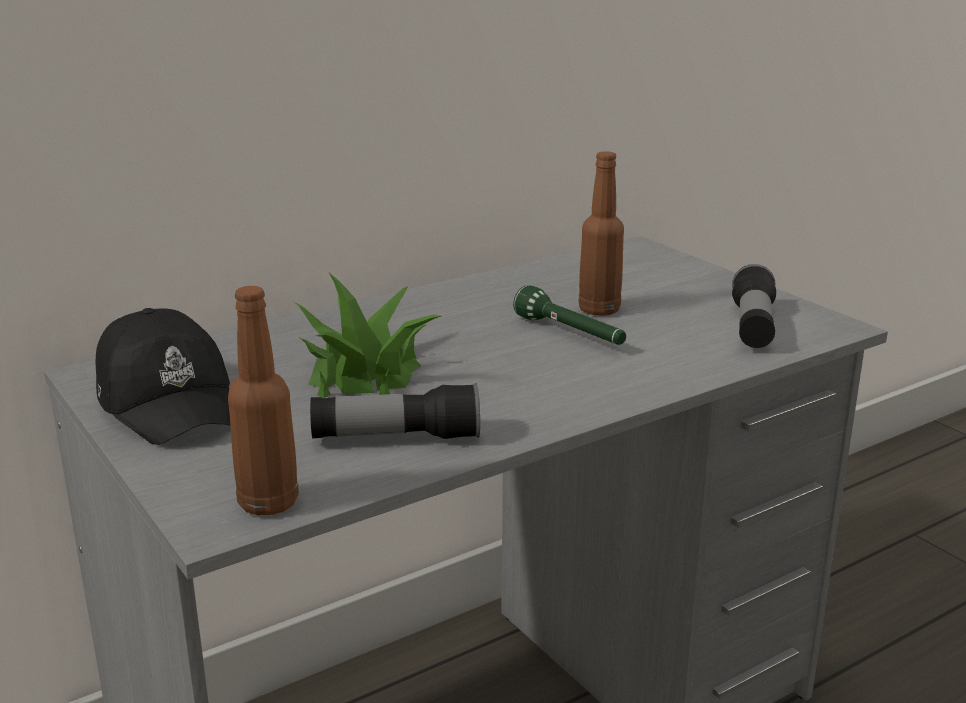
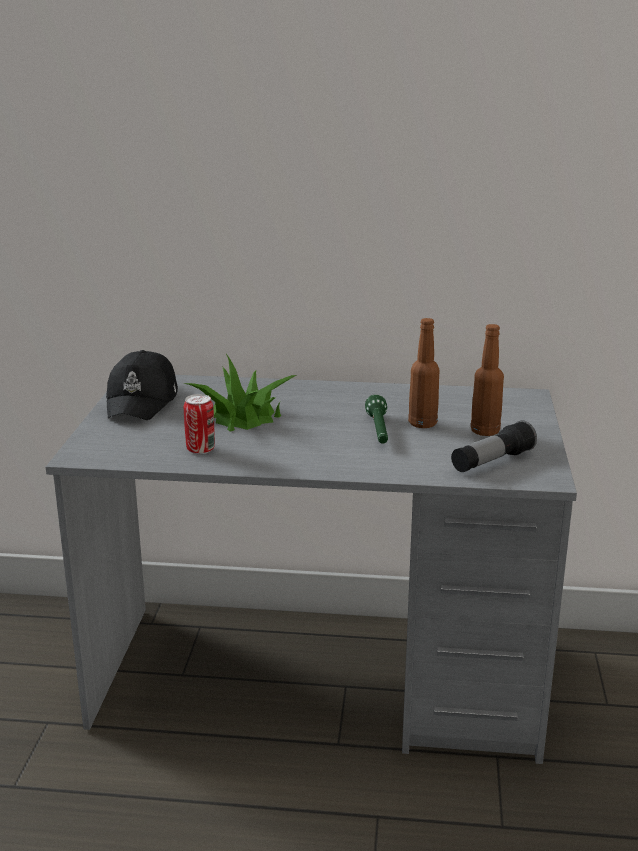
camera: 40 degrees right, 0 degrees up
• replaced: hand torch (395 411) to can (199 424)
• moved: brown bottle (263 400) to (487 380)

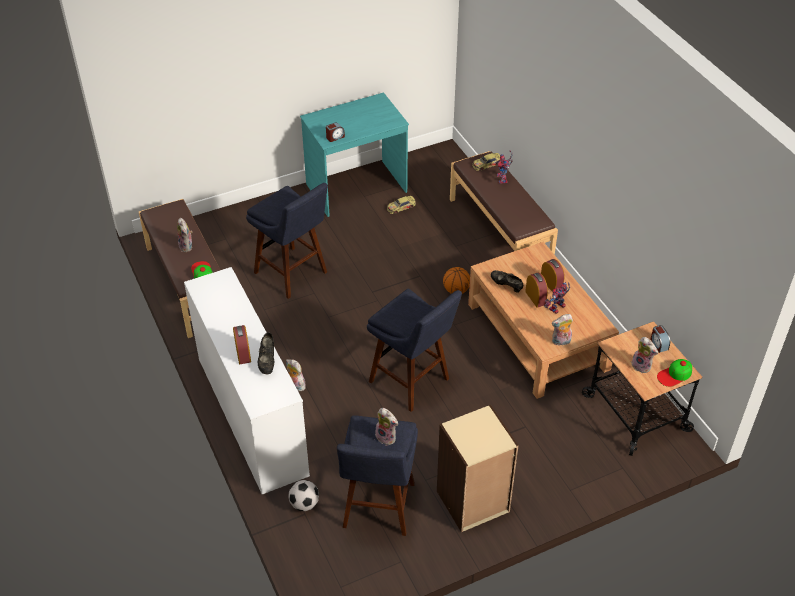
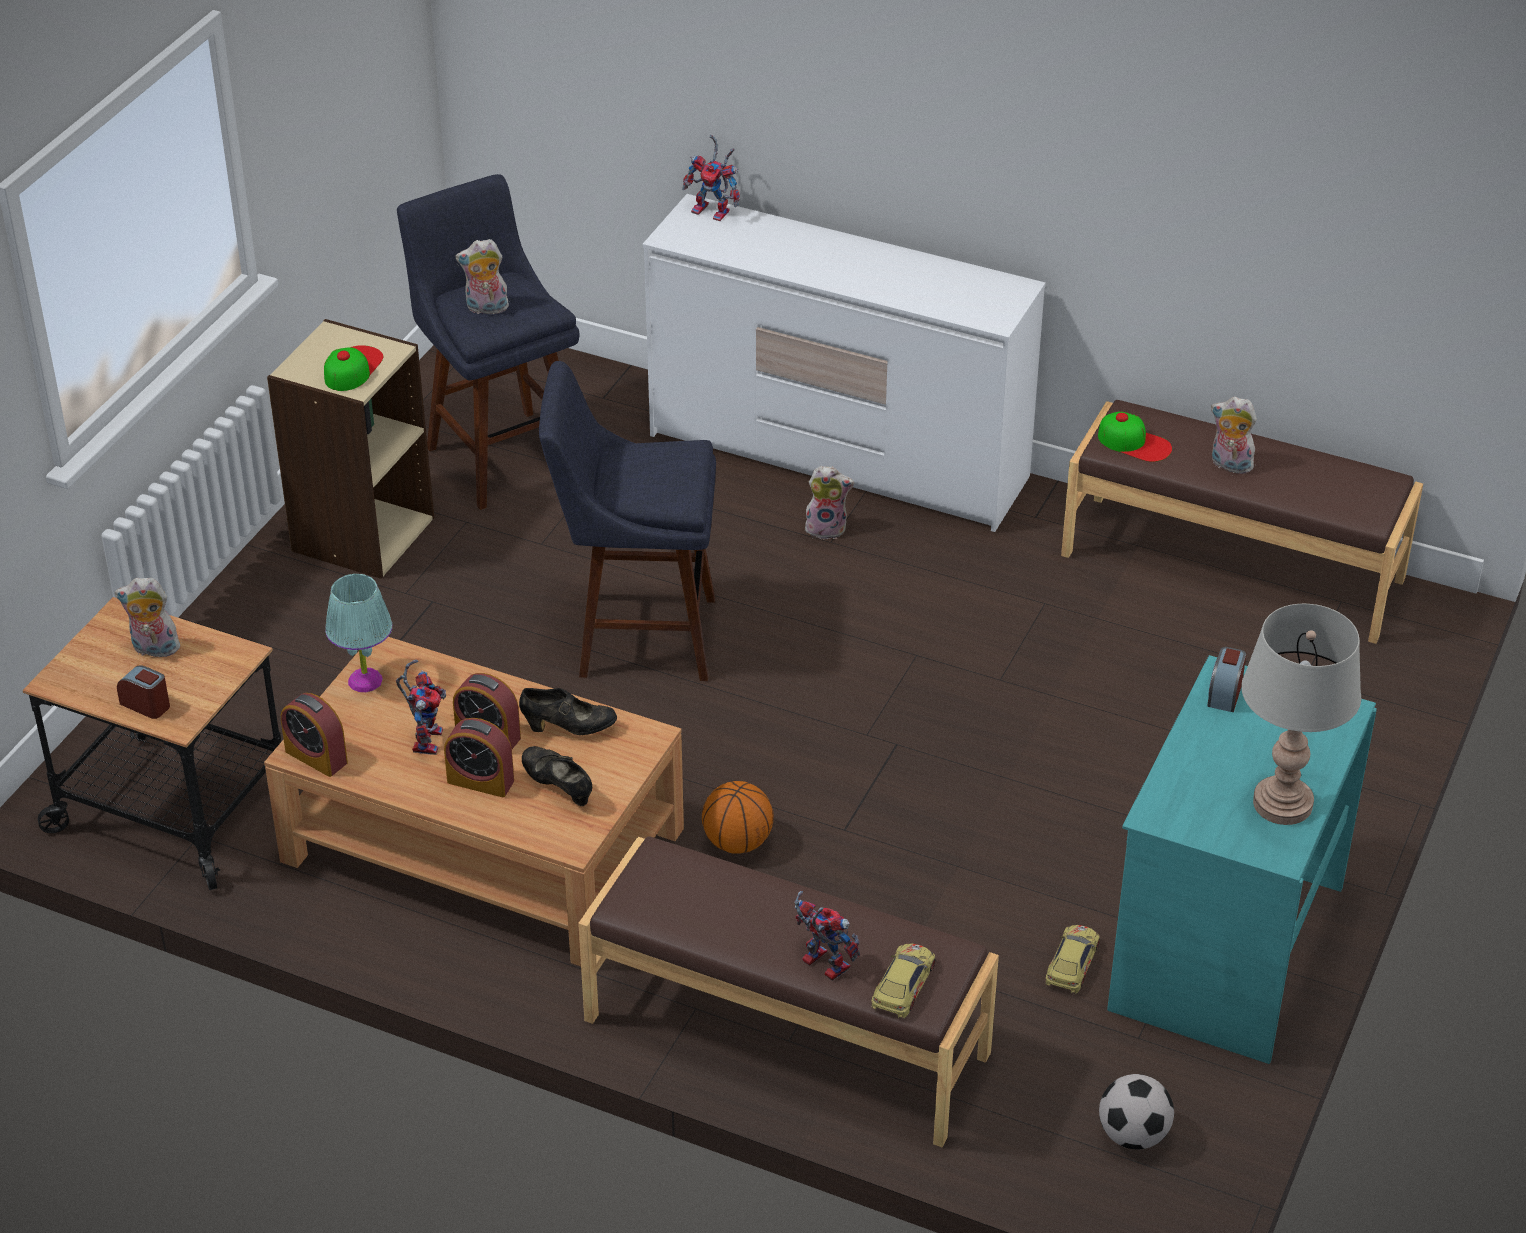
camera: 140 degrees right, 5 degrees down
• moved: table clock (242 344) to (314 735)
• moved: cap (674 373) to (353 368)
• replaced: cuddly toy (562 330) to blue-green lamp for a table (359 633)
• moved: black-coloured item of footwear (266 353) to (557 776)
• added: robot figure (711 178)
• moved: ball for football (304 495) to (1136 1112)
• added: gray lamp for a table (1301 714)
• removed: blue-coloured stool seat (287 241)

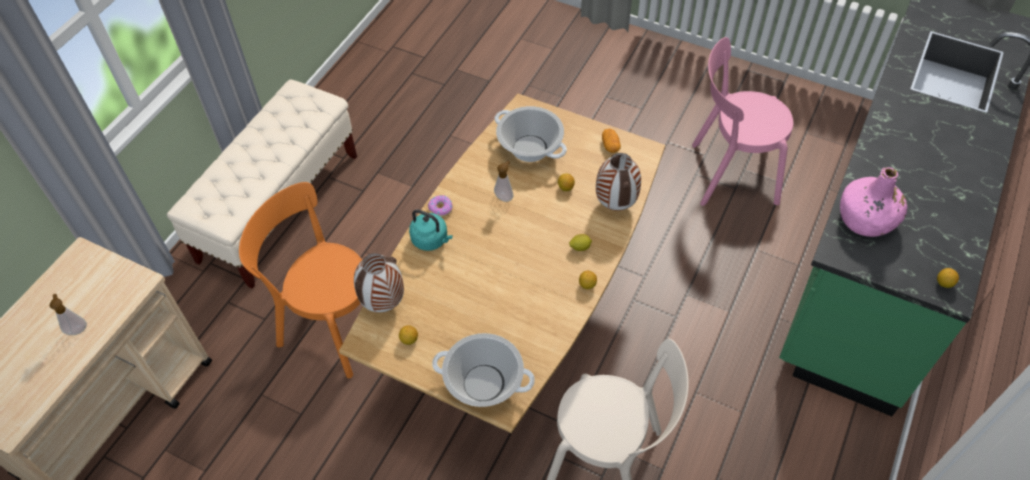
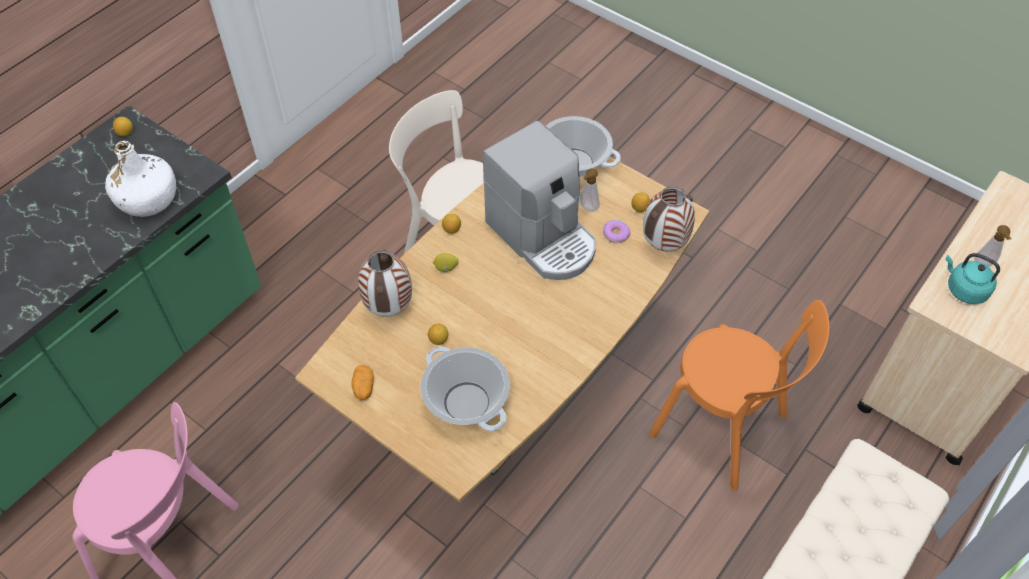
camera: 170 degrees left, 0 degrees up
• recoloured: pinkish bottle (873 202) to whitish bottle (140 179)
• added: coffee brewer (539 200)
• moved: soap bottle (503 181) to (589 190)
• moved: ring doughnut (440 206) to (616 231)
• moved: blue-green tea kettle (431 230) to (972 278)

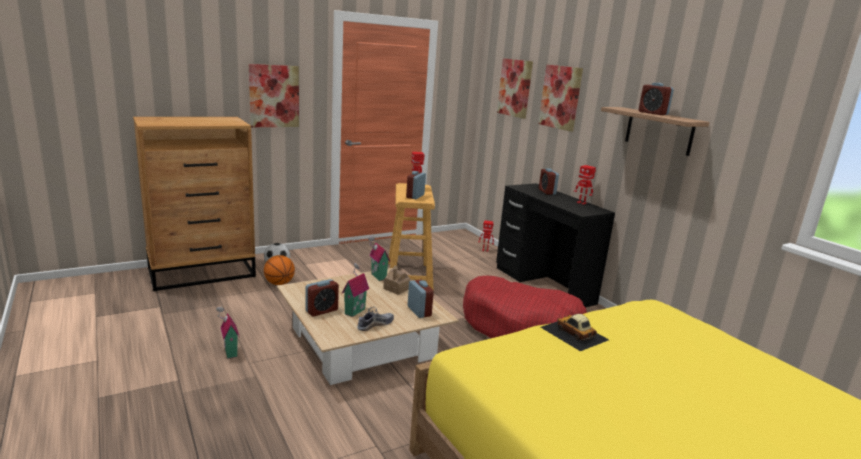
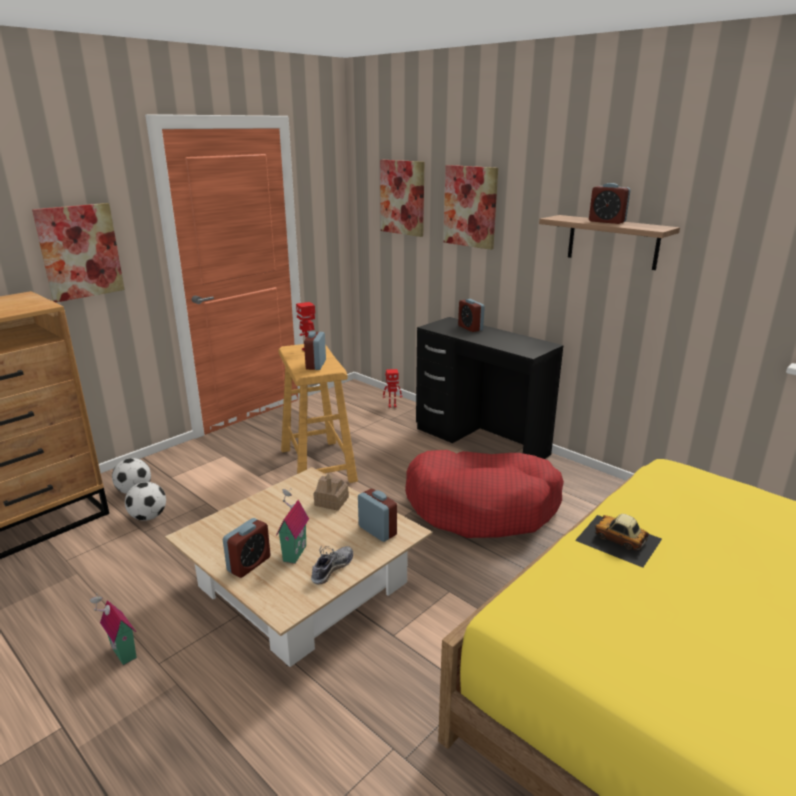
camera: 15 degrees left, 5 degrees up
• replaced: basketball (279 270) to ball for football (145 501)
• removed: miniature house (379 258)
• removed: robot figure (585 185)

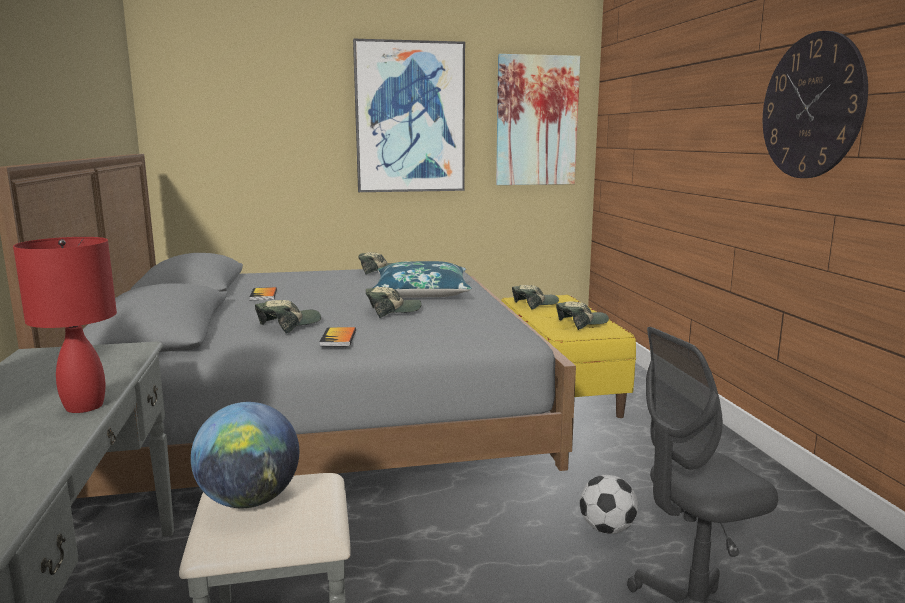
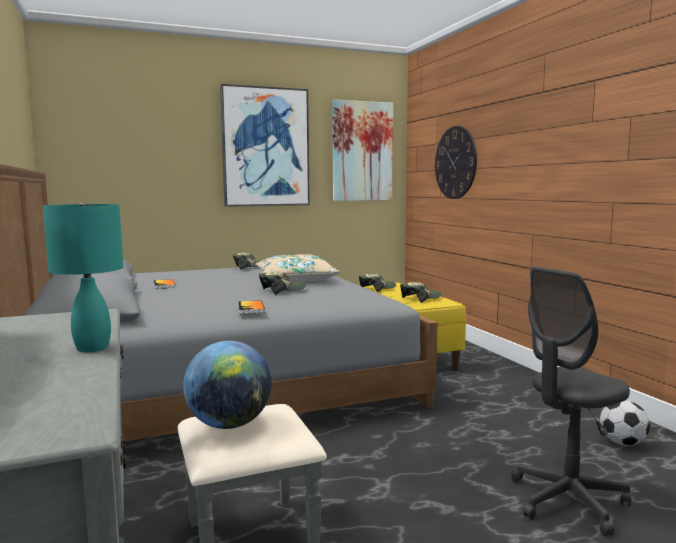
camera: 10 degrees left, 5 degrees down
• recoloured: red lamp for a table (65 325) to blue-green lamp for a table (83 277)
• recoloured: blue-coloured throw pillow (422 279) to beige-coloured throw pillow (298 268)
• moved: clock on the wall (815 104) to (456 162)
• moved: ball for football (608 504) to (625 423)
• removed: cap (288 317)

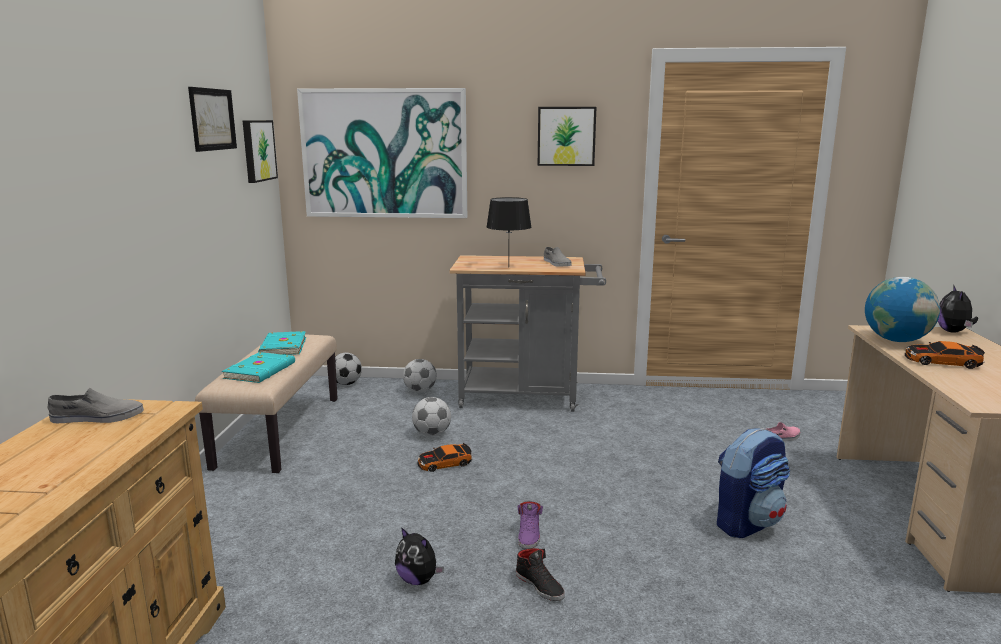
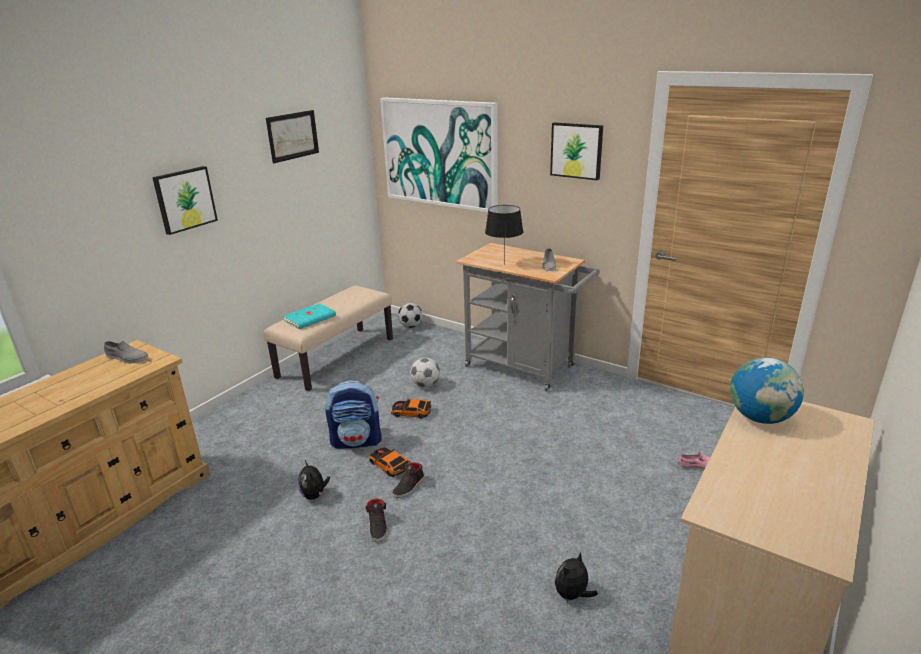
camera: 30 degrees right, 10 degrees up
• moved: wall art (260 151) to (185 200)
• moved: backpack (753 483) to (354 414)
• moved: model car (945 355) to (390 462)
• recoloured: purple-coloured item of footwear (530 525) to black-coloured item of footwear (408 480)
• moved: cuddly toy (958 309) to (576 577)
• removed: blue-green book (282 343)
• removed: ball for football (420 376)

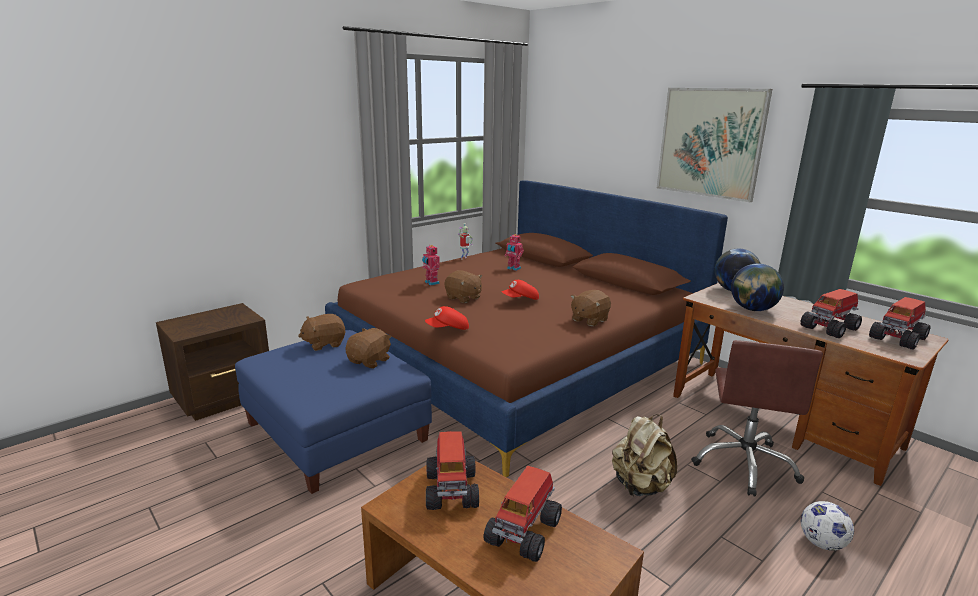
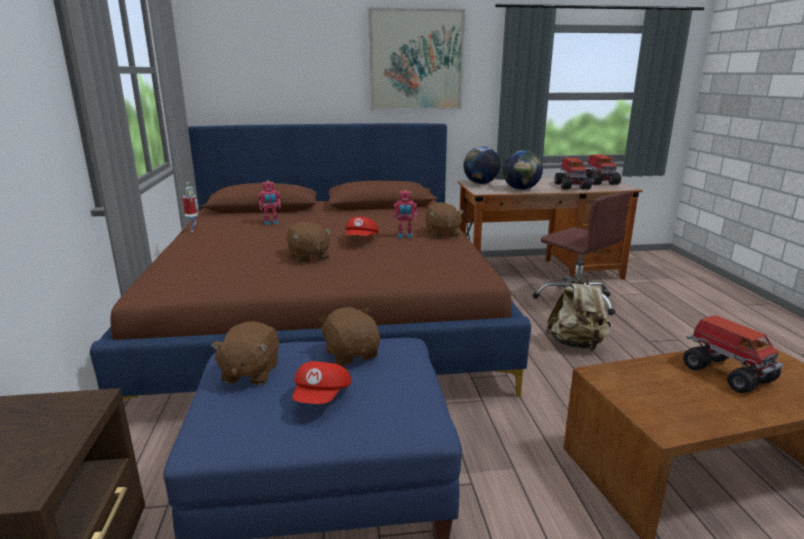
camera: 55 degrees left, 0 degrees up
• turned: brown cuddly toy (463 286) = (309 242) 75 degrees clockwise
• moved: red cap (447 318) to (322 382)
• moved: robot figure (431 265) to (405 214)
• removed: toy truck (452 470)
• removed: ball for football (827 526)

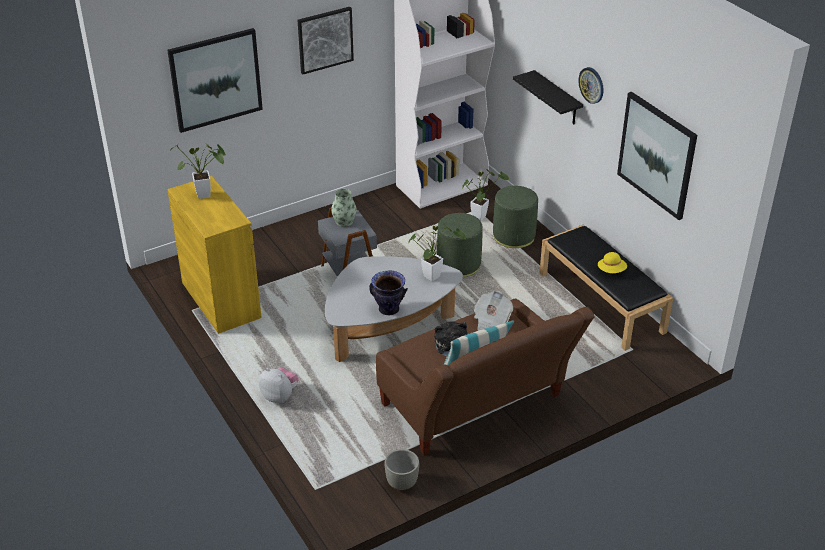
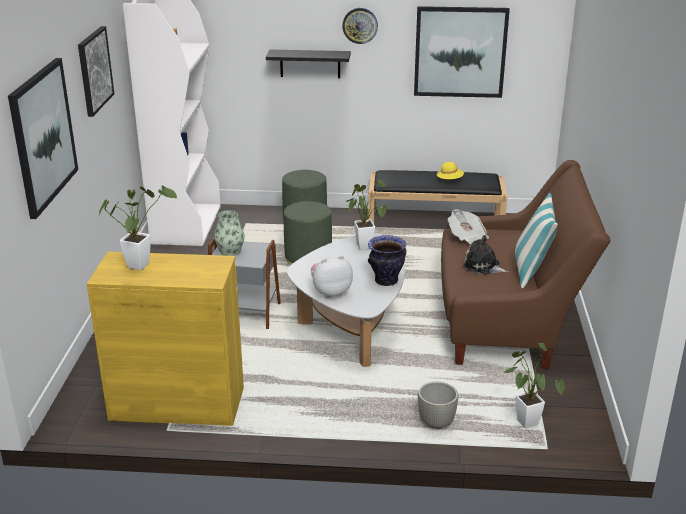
camera: 55 degrees left, 10 degrees down
• moved: cuddly toy (279 385) to (332 277)
• moved: gray planter (401 469) to (438 405)
• moved: plant in a pot (485 195) to (534 385)

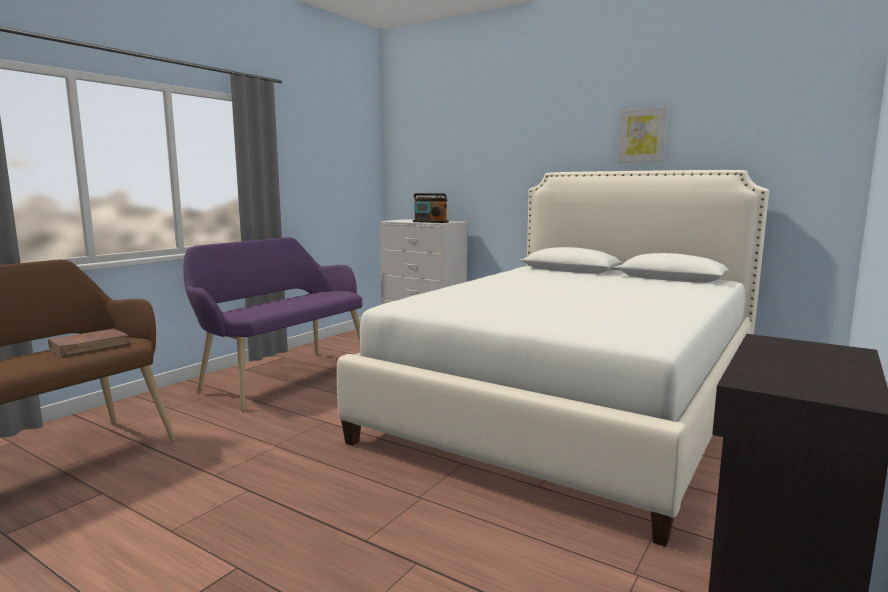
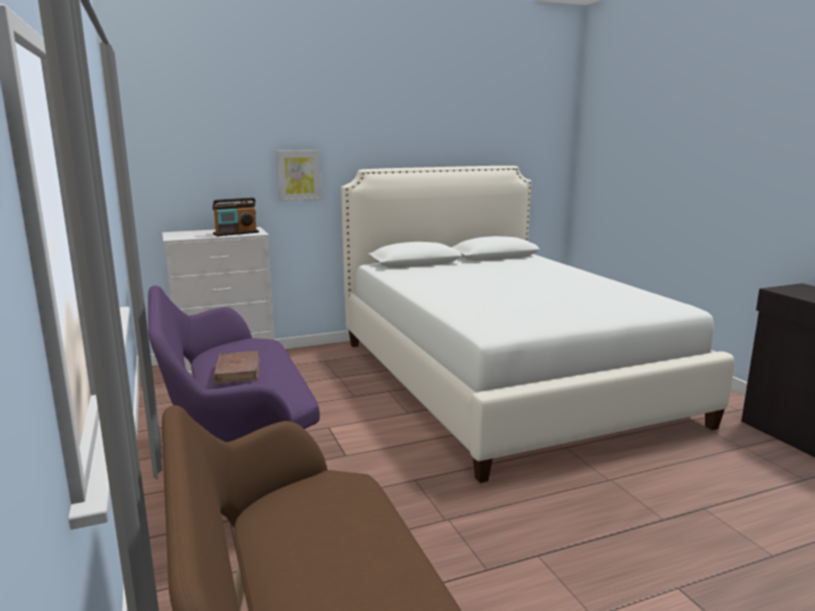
camera: 55 degrees left, 5 degrees up
• moved: brown book (89 343) to (236 367)
• moved: wall art (643 134) to (299 176)

